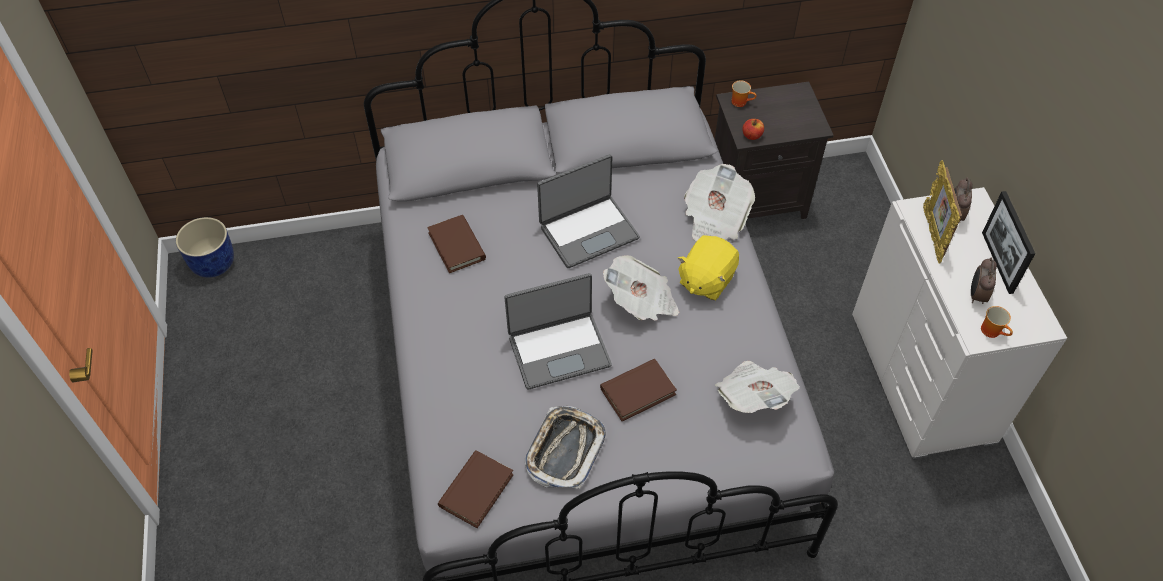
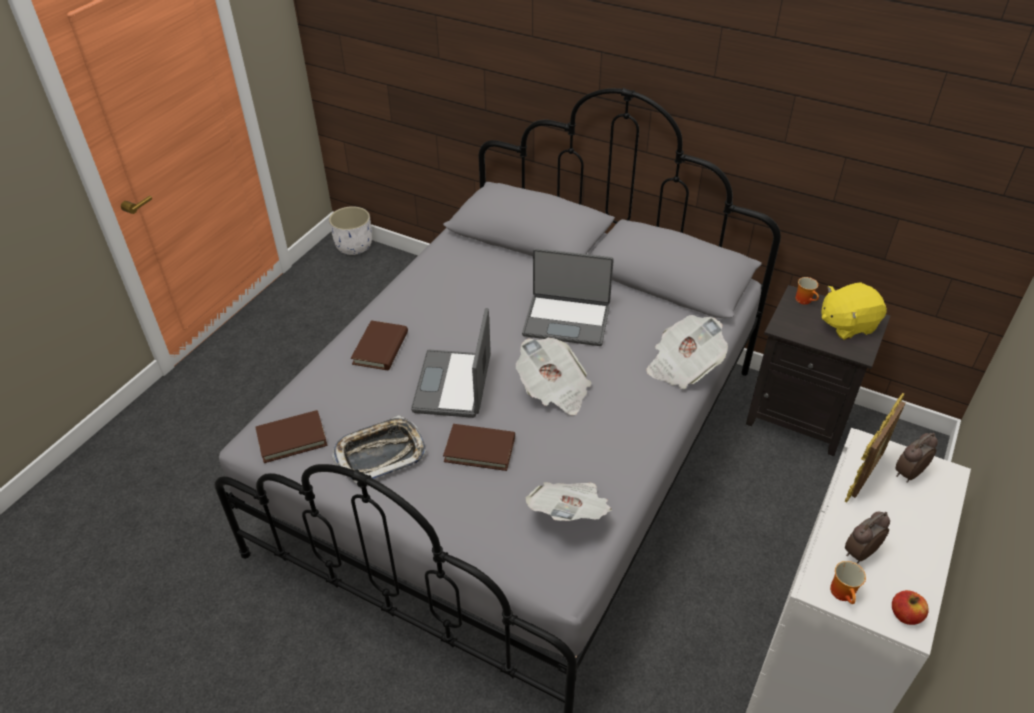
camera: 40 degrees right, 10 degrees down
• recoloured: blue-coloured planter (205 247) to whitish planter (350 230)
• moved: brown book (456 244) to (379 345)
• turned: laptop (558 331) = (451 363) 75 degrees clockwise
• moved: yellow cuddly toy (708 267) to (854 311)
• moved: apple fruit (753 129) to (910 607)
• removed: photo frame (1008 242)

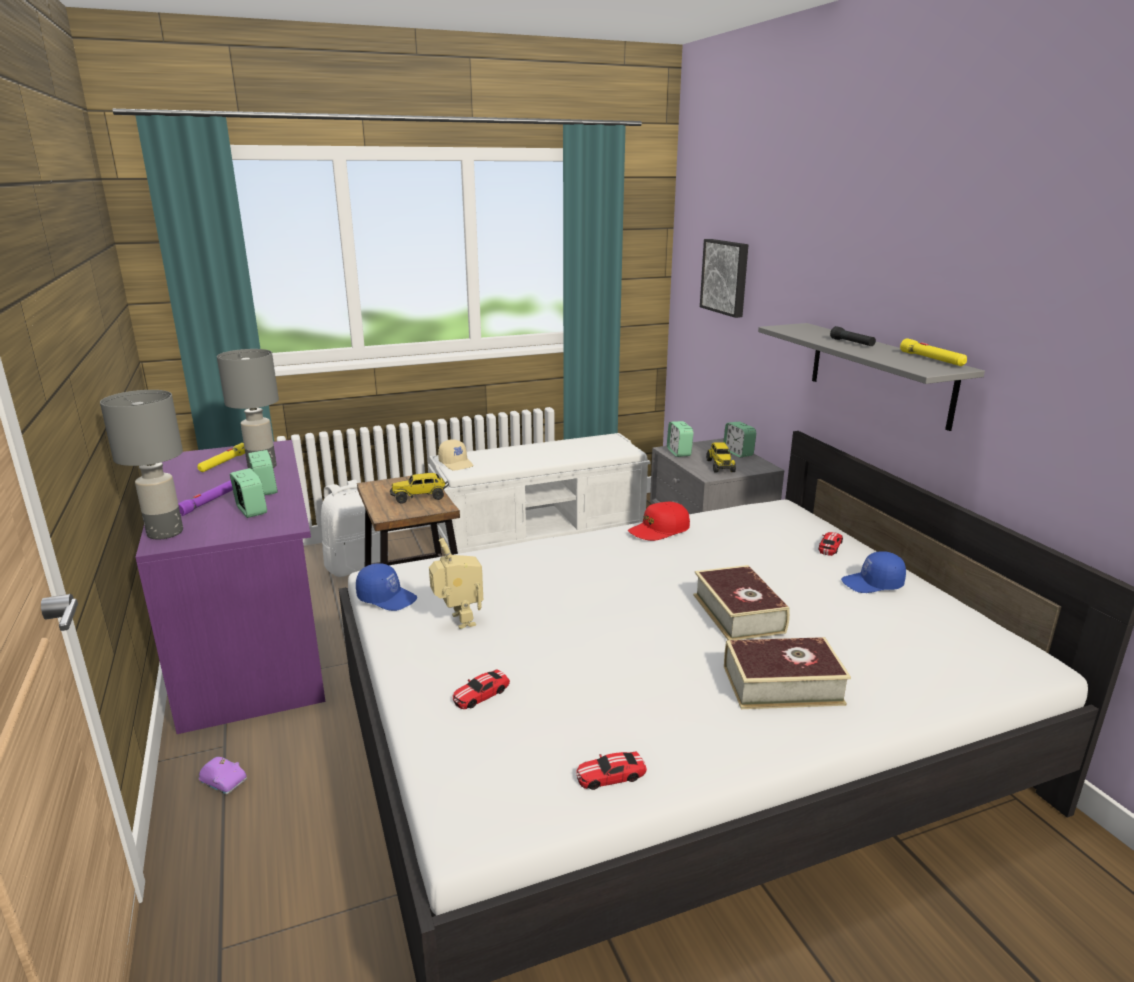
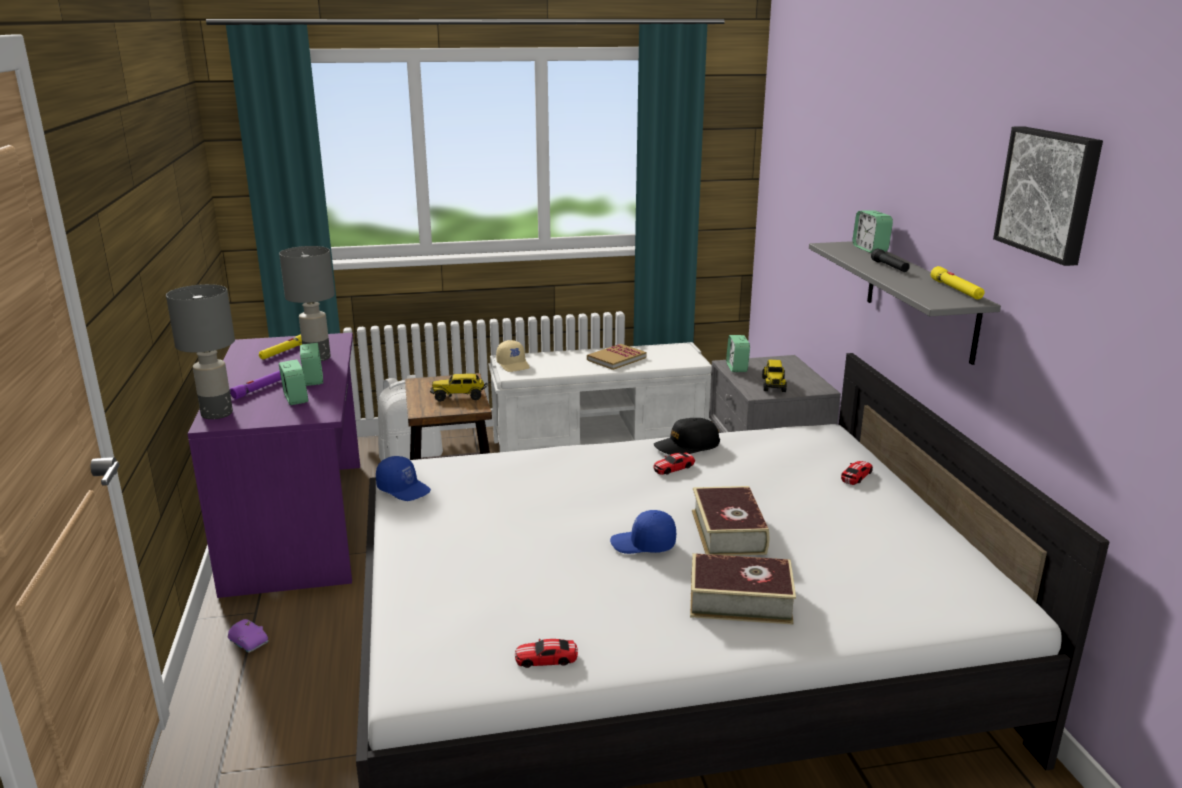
camera: 10 degrees right, 0 degrees up
• added: book (616 357)
• moved: blue-coloured cap (873 572) to (643 532)
• moved: model car (481 689) to (674 464)
• recoloured: red cap (659 521) to black-coloured cap (687 436)
• moved: table clock (739 439) to (872 231)
• moved: wall art (724 278) to (1048 196)
• removed: robot figure (456 583)

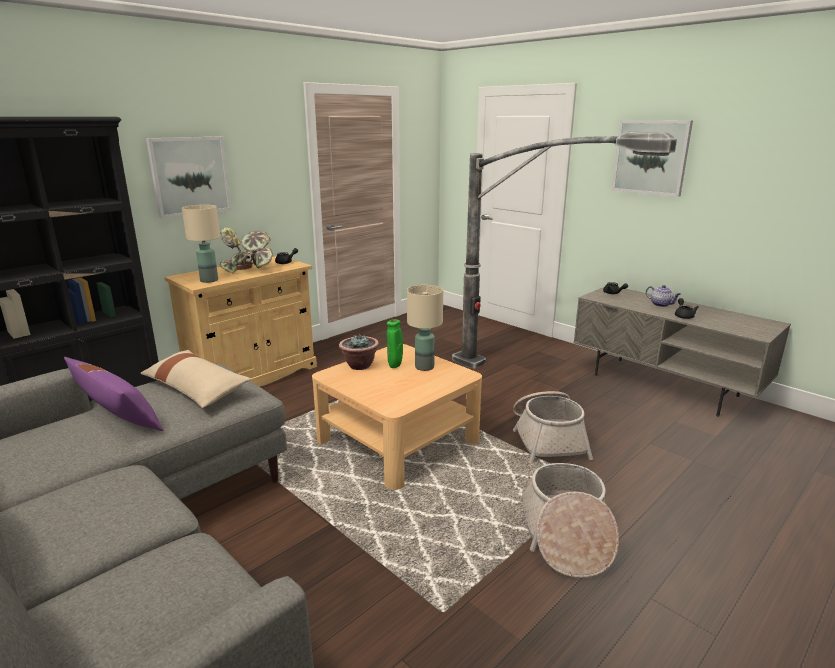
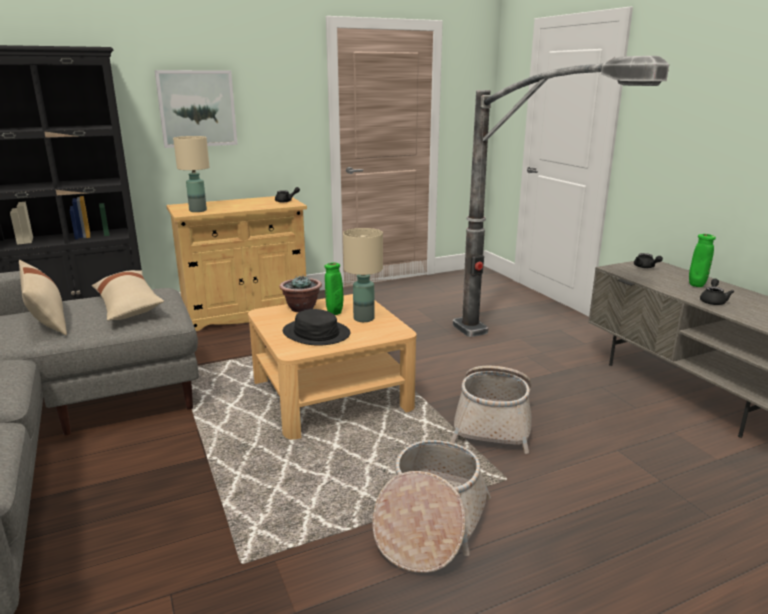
camera: 20 degrees right, 0 degrees up
• recoloured: purple-coloured throw pillow (113 394) to beige-coloured throw pillow (43 297)
• added: black-coloured wearable hat (317 327)
• replaced: tea pot (663 296) to green-coloured decorative vase (702 260)
• removed: plant in a pot (246 250)
• removed: wall art (652 158)

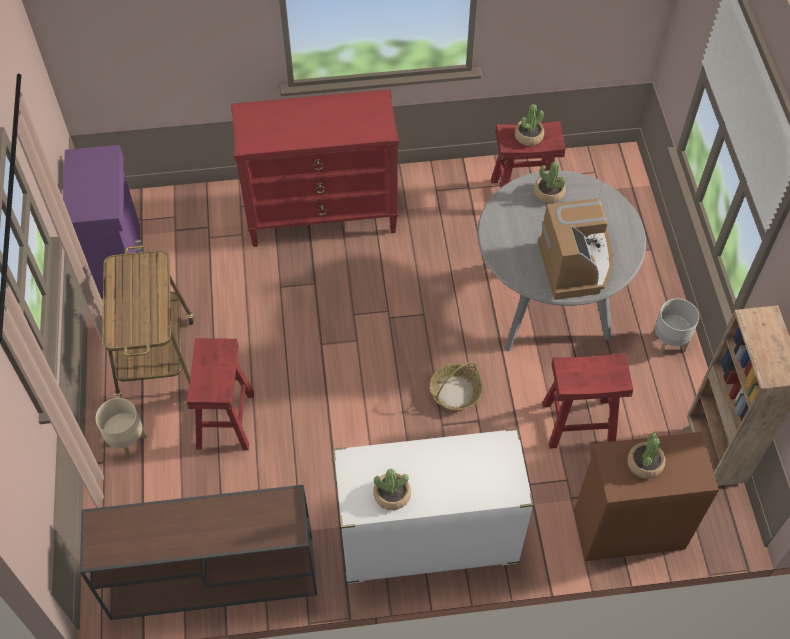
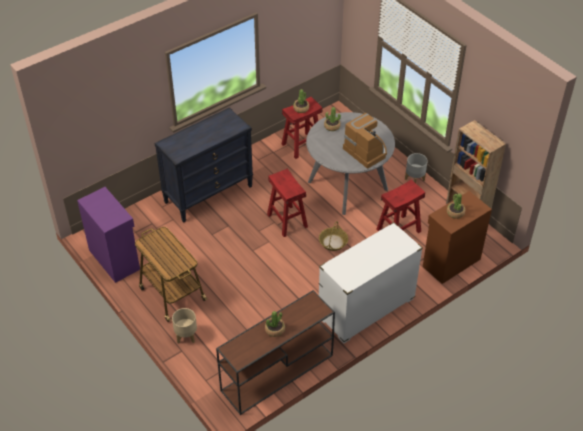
camera: 30 degrees left, 10 degrees down
• recoloured: red dresser (315 168) to black-coloured dresser (203 165)
• moved: plant in a pot (392 489) to (275 324)
• moved: red stool seat (220 394) to (287 202)

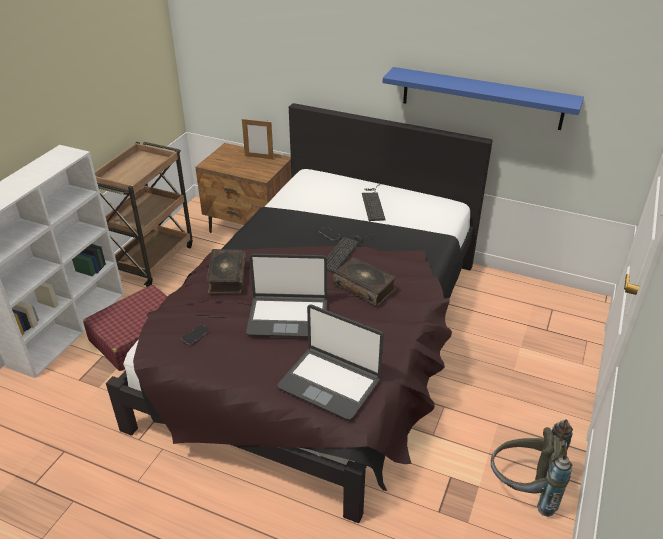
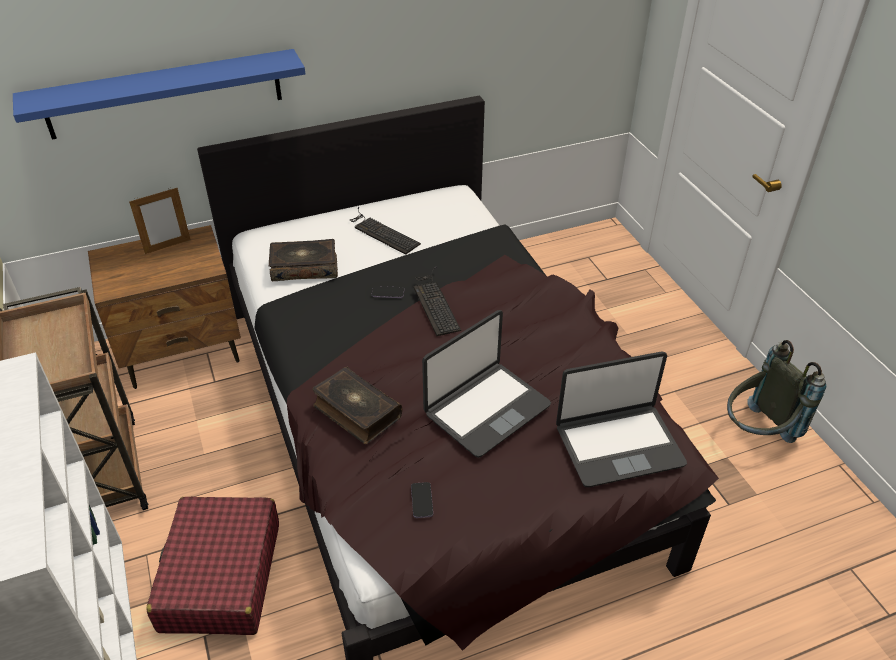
camera: 45 degrees left, 5 degrees up
• moved: blue-coloured shelf (483 98) to (159 94)
• moved: book (364 281) to (303 260)

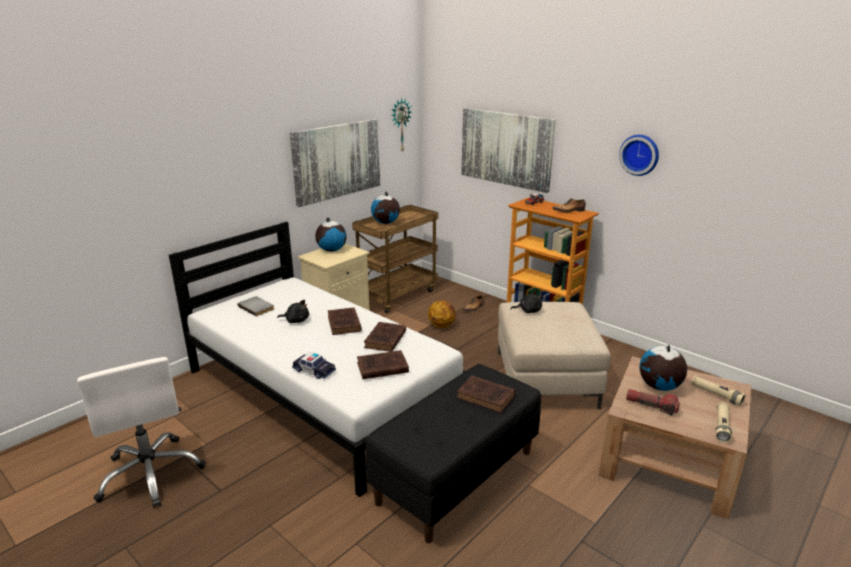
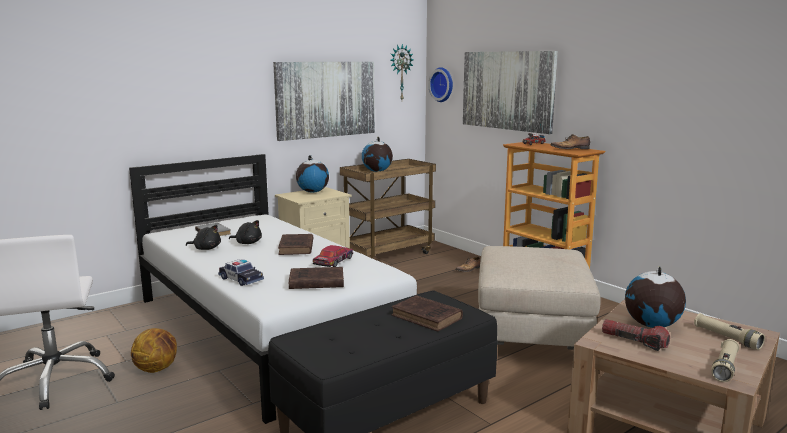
camera: 10 degrees right, 10 degrees down
• moved: basketball (442 314) to (154 350)
• moved: black-coloured cuddly toy (526 302) to (203 237)
• replaced: brown book (385 337) to model car (333 256)
• moved: clock on the wall (639 155) to (440 84)

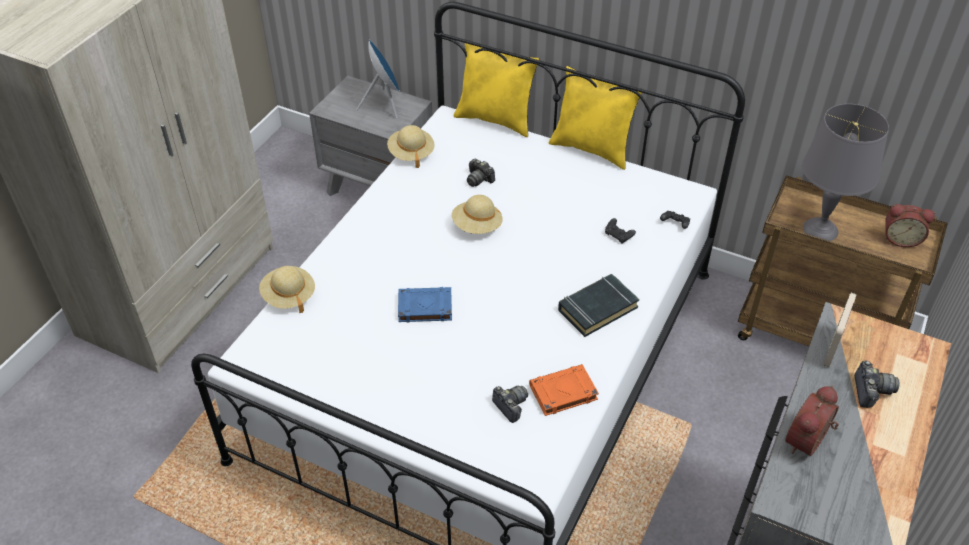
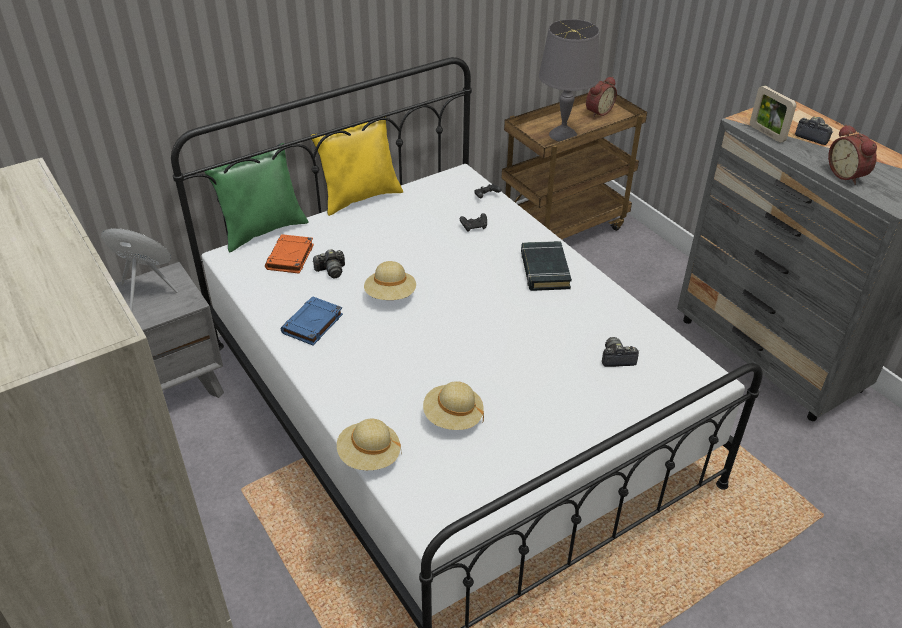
camera: 60 degrees left, 5 degrees down
• recoloured: yellow throw pillow (496 88) to green-coloured throw pillow (256 197)
• moved: orange book (564 390) to (289 254)
• moved: blue-coloured book (425 304) to (312 320)
• moved: beige-coloured wearable hat (411 146) to (453 405)

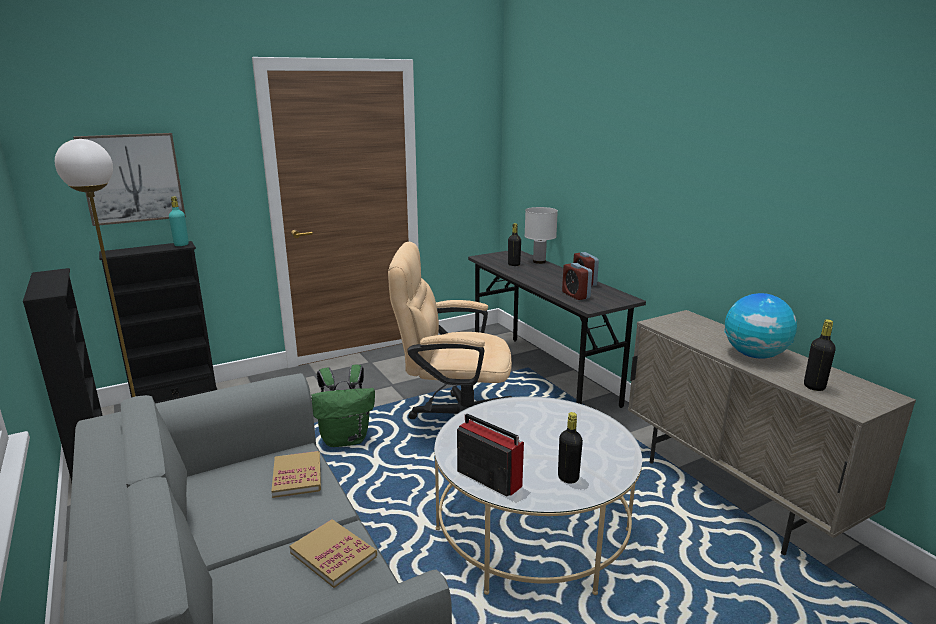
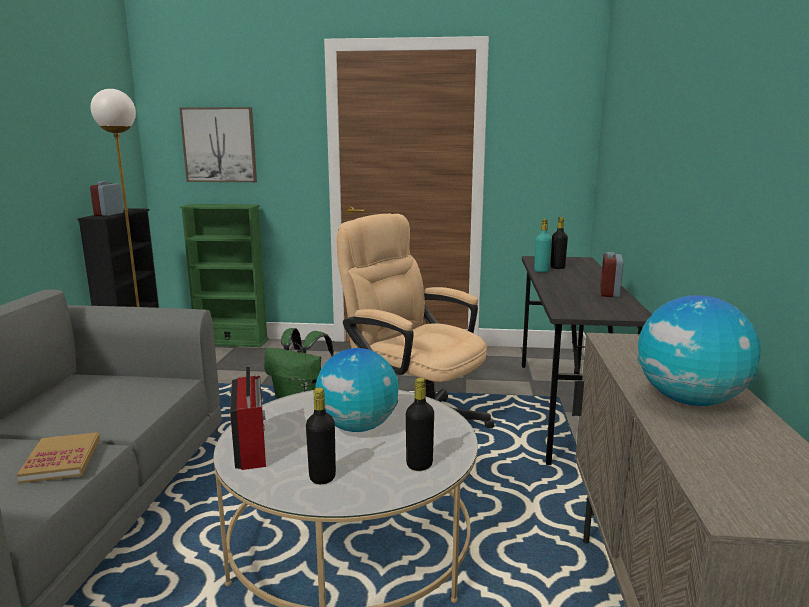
camera: 35 degrees right, 5 degrees down
• moved: table clock (577 281) to (107 198)
• recoloured: black-coloured shelving unit (158 322) to green-coloured shelving unit (224 275)
• added: globe (357 390)
• moved: black-coloured bottle (820 355) to (420 424)
• moved: blue-green bottle (179 221) to (543 245)
• removed: book (296 474)
• removed: whitish lamp for a table (541 235)

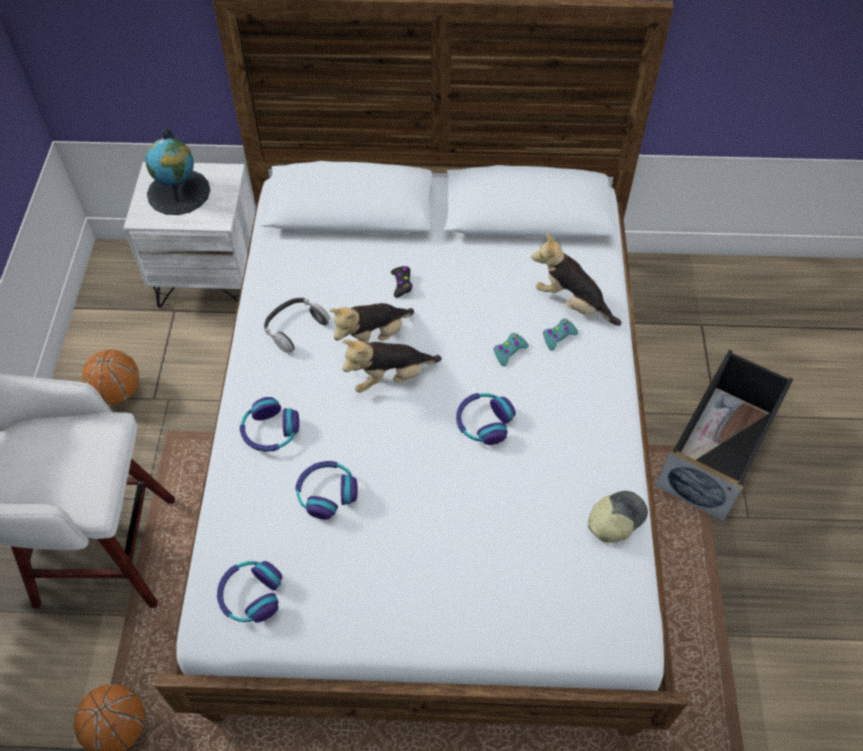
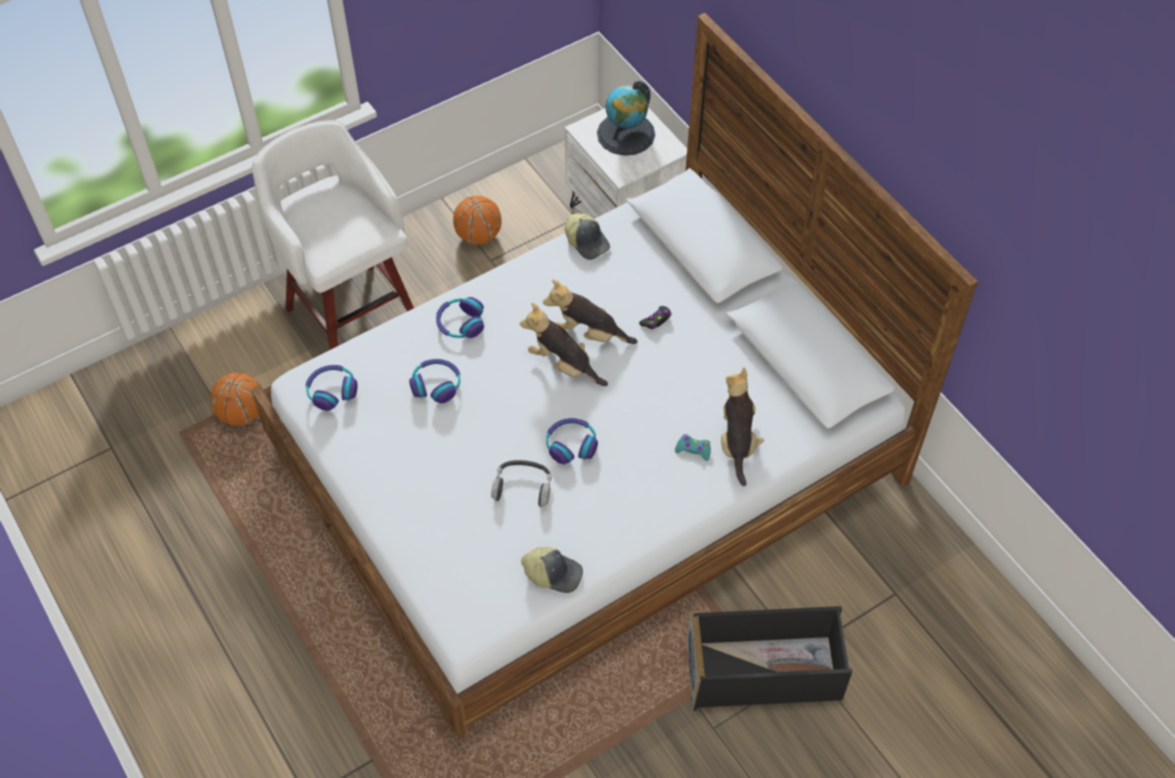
camera: 55 degrees right, 0 degrees up
• moved: pair of headphones (297 325) to (521 483)
• added: cap (587 236)
• removed: blue-green joypad (511 350)

